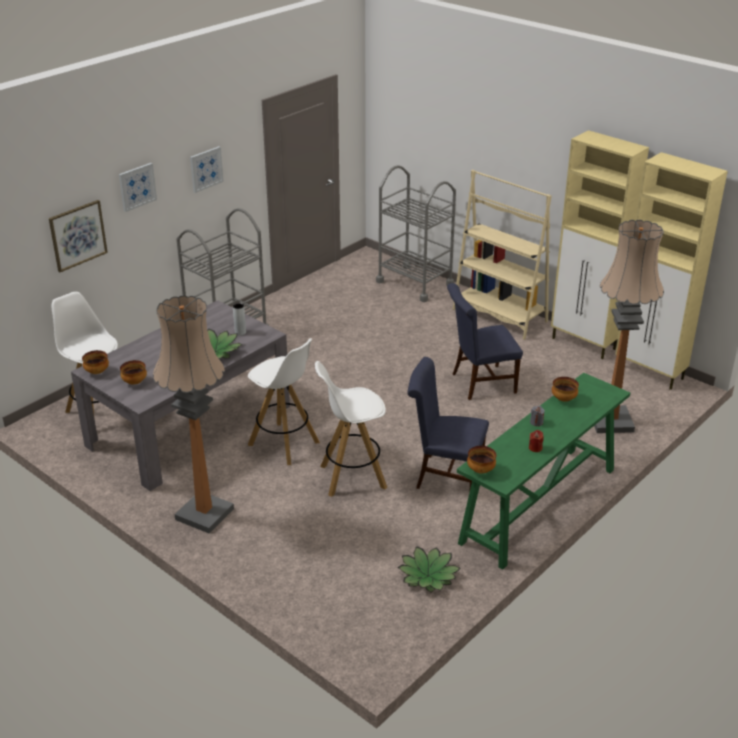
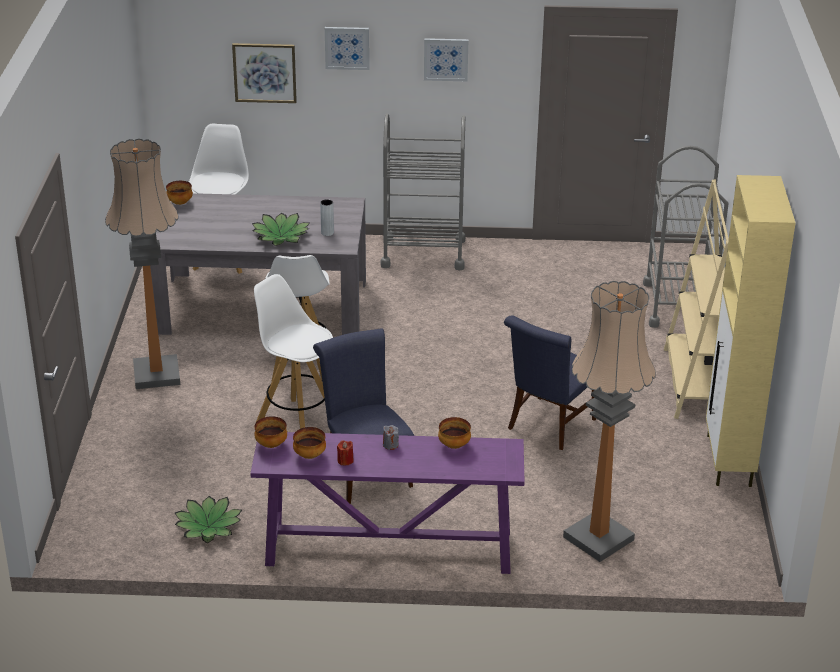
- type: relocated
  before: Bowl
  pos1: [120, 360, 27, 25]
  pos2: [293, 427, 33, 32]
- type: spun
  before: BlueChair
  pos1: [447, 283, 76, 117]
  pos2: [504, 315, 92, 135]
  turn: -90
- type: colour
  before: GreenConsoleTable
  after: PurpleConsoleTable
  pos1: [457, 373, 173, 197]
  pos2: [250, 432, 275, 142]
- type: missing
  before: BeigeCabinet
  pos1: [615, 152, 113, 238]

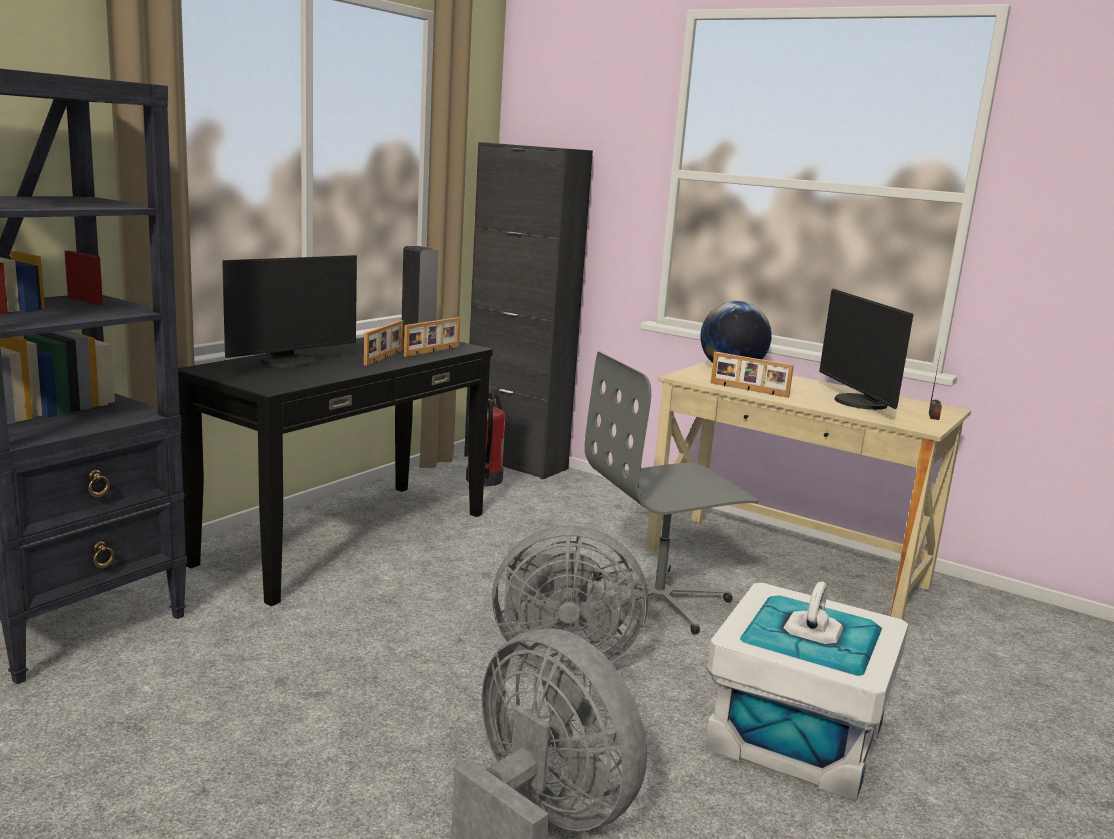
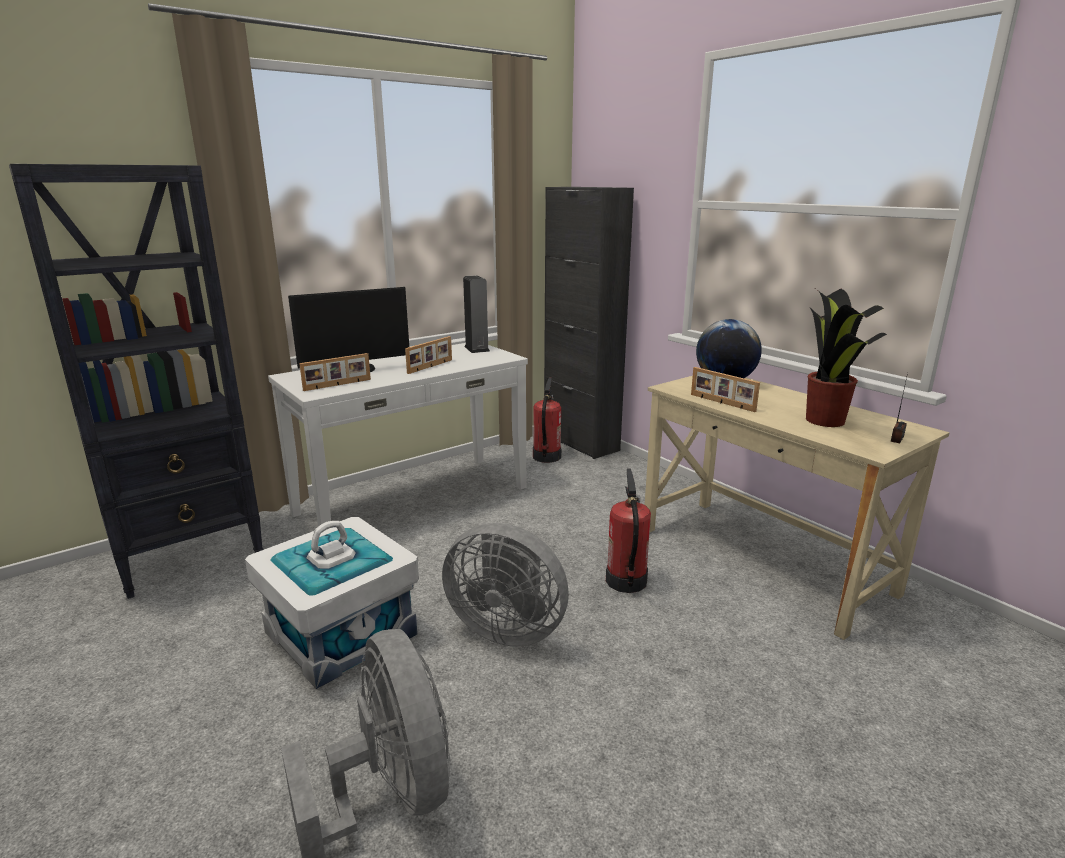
- type: colour
  before: BlackConsoleTable
  after: WhiteConsoleTable
  pos1: [178, 337, 315, 269]
  pos2: [268, 343, 260, 183]
- type: relocated
  before: PictureFrame
  pos1: [404, 317, 56, 40]
  pos2: [299, 353, 72, 38]
- type: exchanged
  before: GreyOfficeChair
  after: FireExtinguisher
  pos1: [584, 351, 174, 283]
  pos2: [606, 468, 45, 125]
- type: relocated
  before: WhiteStorageBox
  pos1: [705, 581, 204, 220]
  pos2: [245, 517, 174, 172]
- type: exchanged
  before: Monitor
  after: PottedPlant
  pos1: [819, 289, 94, 121]
  pos2: [806, 288, 81, 139]

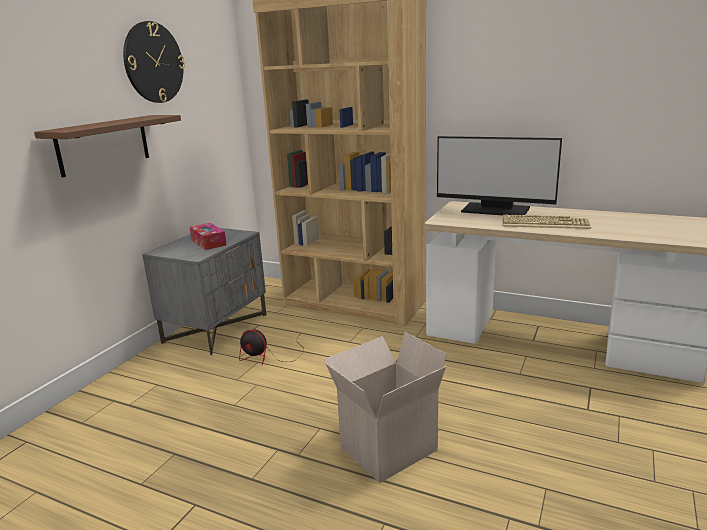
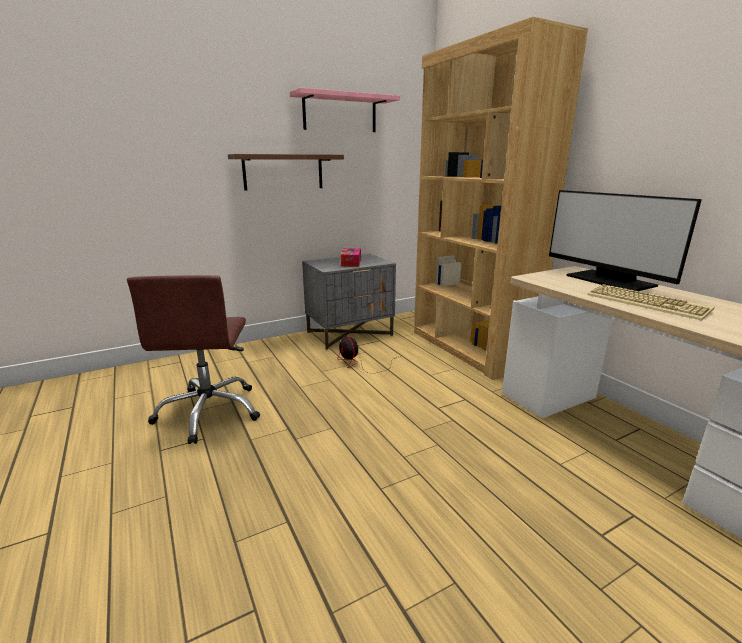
- type: exchanged
  before: WallClock
  after: PinkShelf
  pos1: [123, 21, 62, 82]
  pos2: [290, 87, 110, 45]
- type: missing
  before: CardboardBox
  pos1: [324, 332, 123, 151]
- type: appeared
  after: BrownOfficeChair
  pos2: [127, 275, 133, 169]

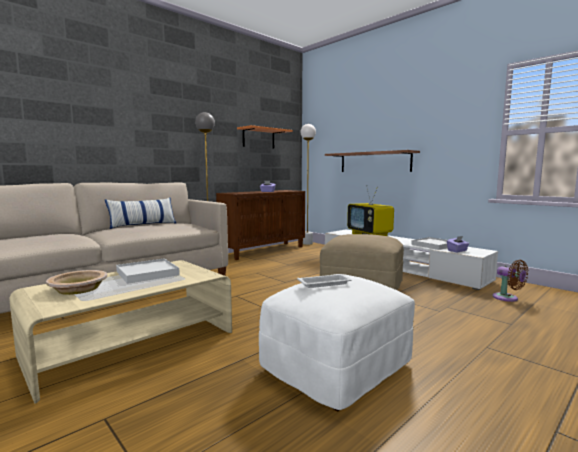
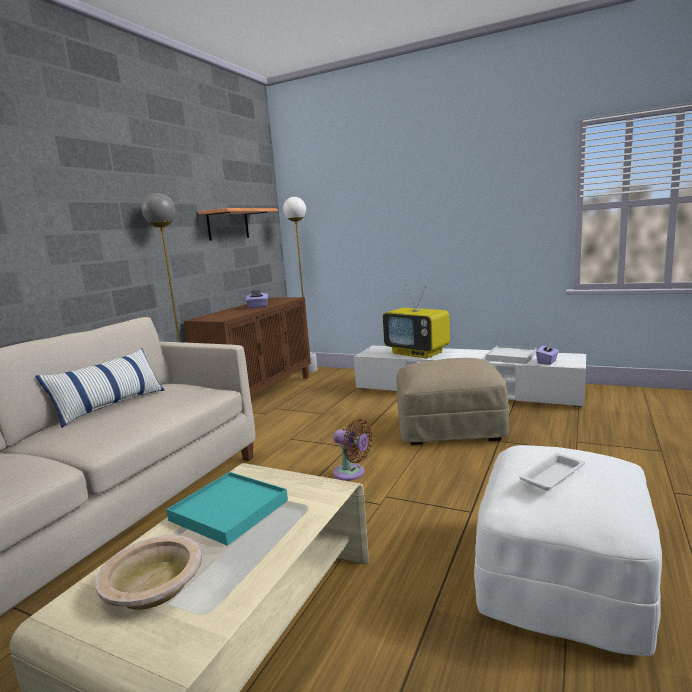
- type: colour
  before: WhiteTray
  after: TurquoiseTray
  pos1: [116, 258, 64, 26]
  pos2: [166, 472, 122, 74]
- type: missing
  before: Shelf
  pos1: [325, 150, 95, 22]
- type: relocated
  before: BrownFan
  pos1: [493, 260, 35, 42]
  pos2: [333, 419, 40, 62]

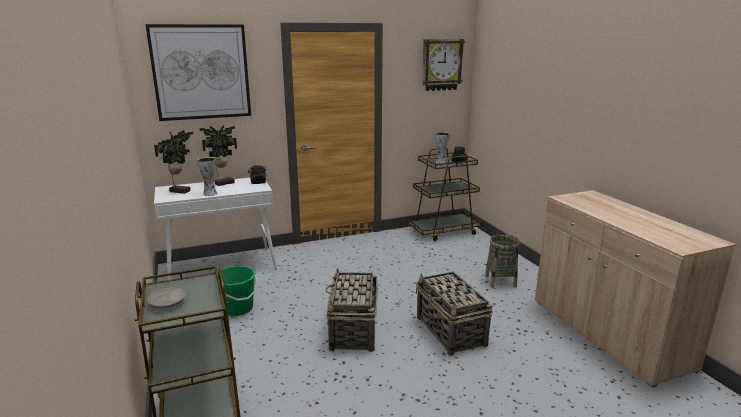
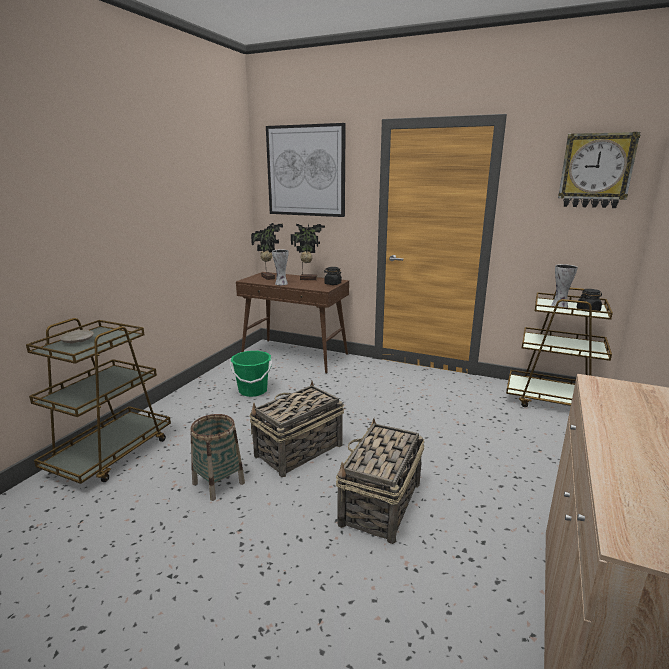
- type: colour
  before: WhiteConsoleTable
  after: BrownConsoleTable
  pos1: [154, 178, 123, 102]
  pos2: [236, 272, 113, 102]
- type: relocated
  before: Basket
  pos1: [485, 234, 35, 54]
  pos2: [190, 414, 55, 87]

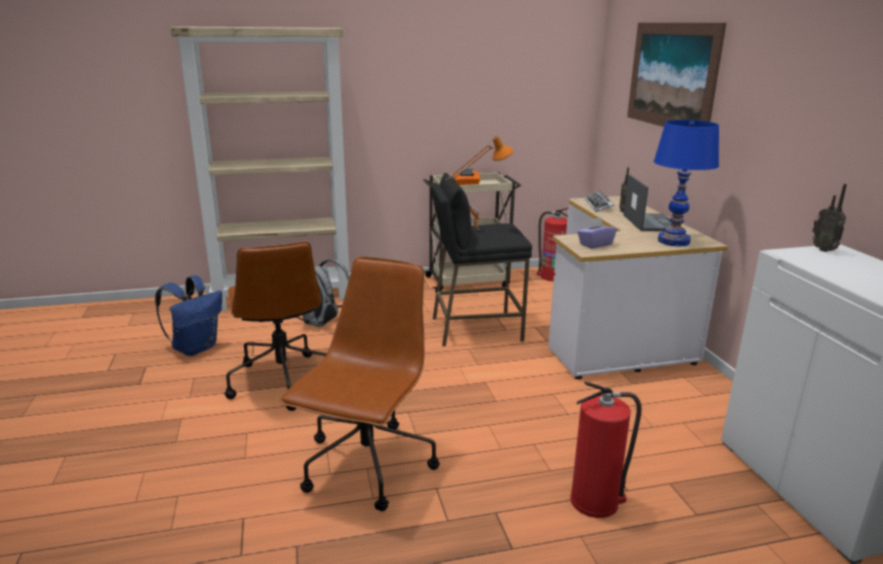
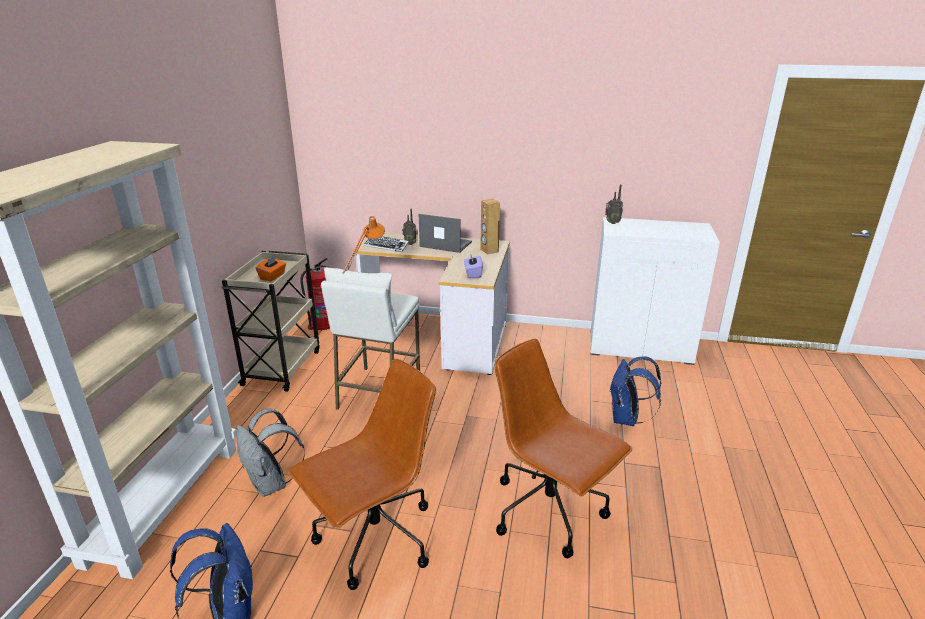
- type: spun
  before: BrownOfficeChair
  pos1: [224, 241, 103, 170]
  pos2: [289, 359, 147, 231]
  turn: -45
- type: colour
  before: BlackStool
  after: WhiteStool
  pos1: [431, 173, 101, 173]
  pos2: [321, 267, 99, 142]
- type: exchanged
  before: FireExtinguisher
  after: BlueBackpack
  pos1: [570, 382, 72, 136]
  pos2: [609, 356, 52, 70]
- type: missing
  before: Picture
  pos1: [627, 23, 99, 104]
- type: exchanged
  before: BlueTableLamp
  after: BrownSpeaker
  pos1: [654, 120, 65, 126]
  pos2: [480, 199, 20, 55]

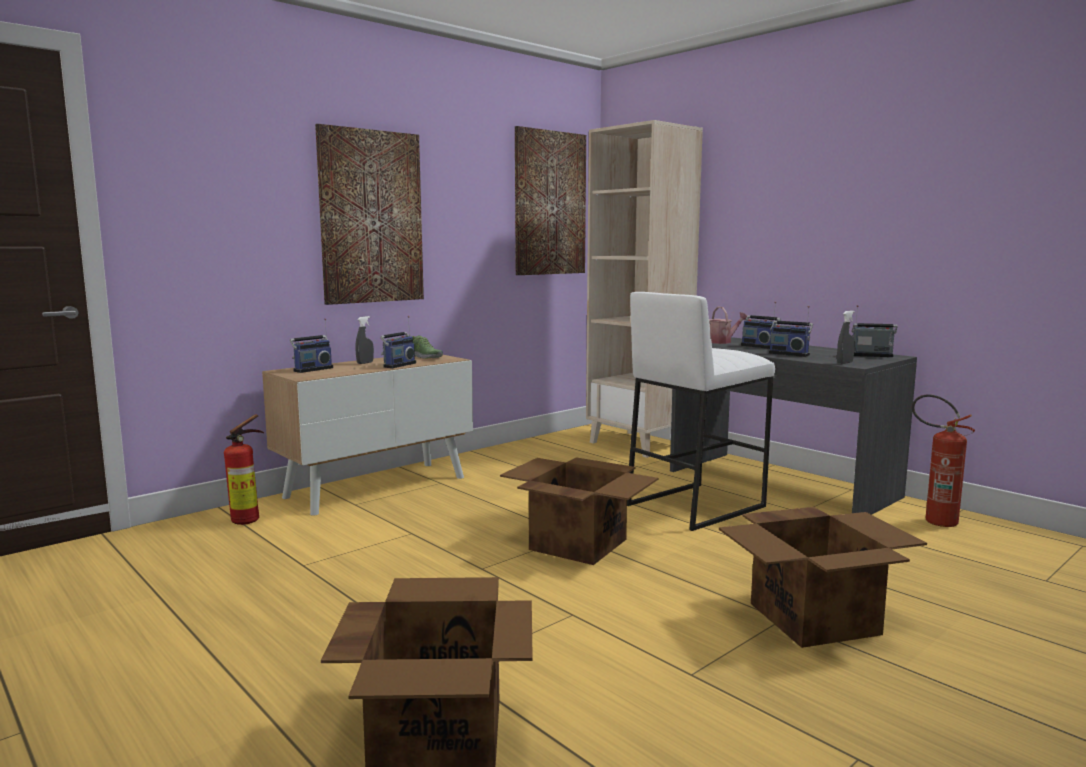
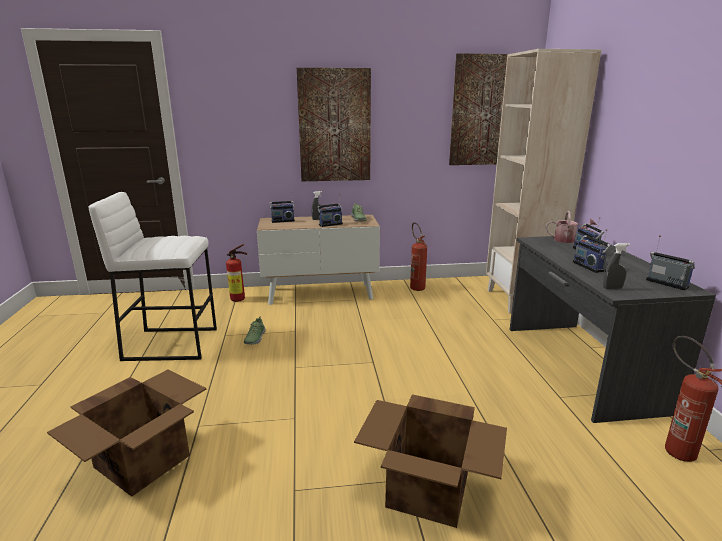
- type: missing
  before: CardboardBox
  pos1: [500, 457, 158, 108]
- type: relocated
  before: WhiteStool
  pos1: [627, 292, 148, 239]
  pos2: [88, 192, 129, 169]
- type: appeared
  after: Shoe
  pos2: [244, 316, 22, 29]
- type: appeared
  after: FireExtinguisher
  pos2: [410, 222, 17, 69]

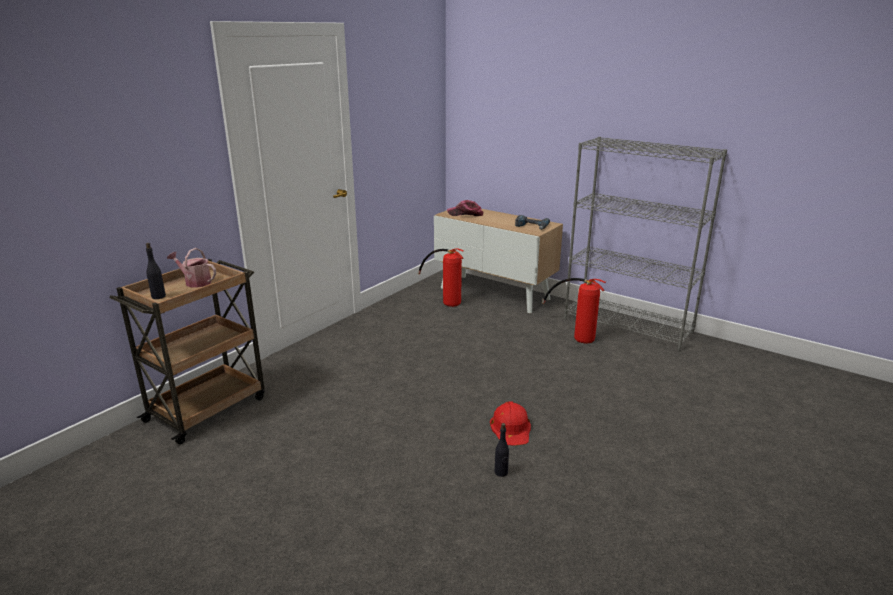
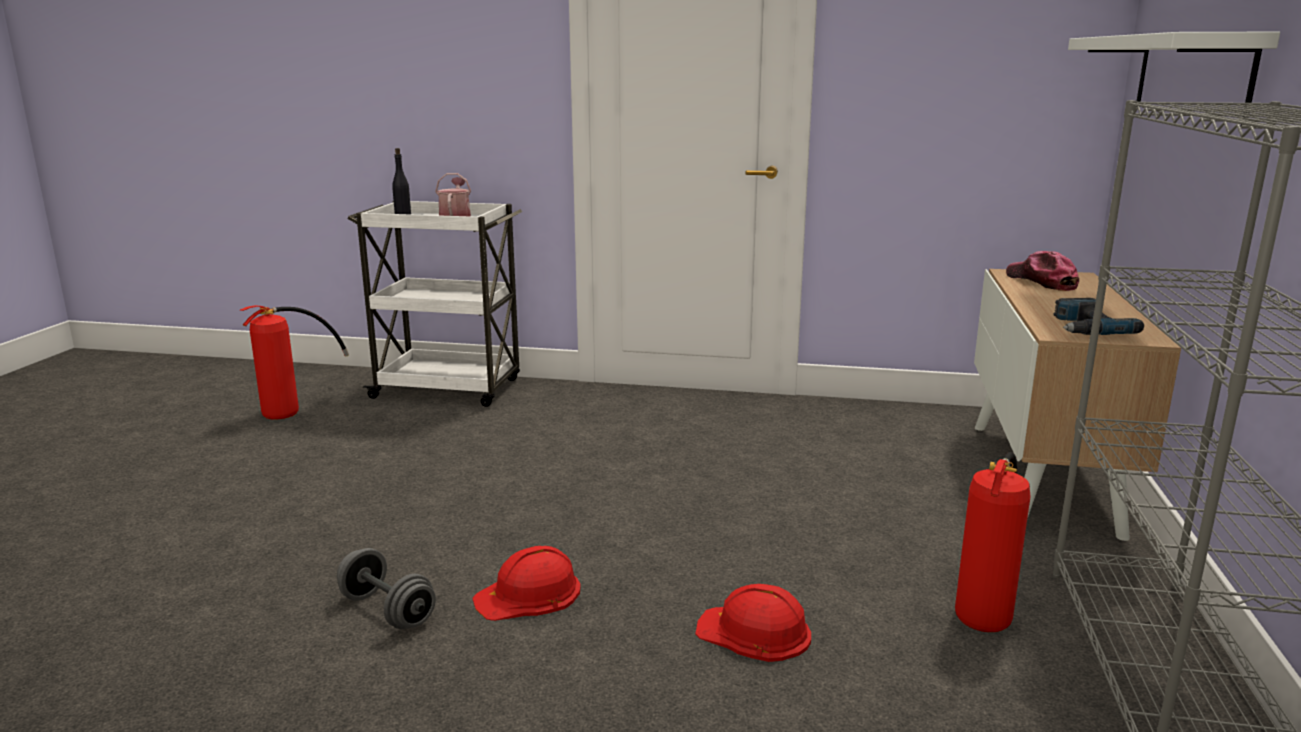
- type: colour
  before: BrownCart
  after: WhiteCart
  pos1: [109, 259, 156, 185]
  pos2: [347, 201, 175, 206]
- type: relocated
  before: FireExtinguisher
  pos1: [418, 248, 45, 59]
  pos2: [240, 305, 109, 115]
- type: exchanged
  before: BlackBottle
  after: GreyDumbbell
  pos1: [495, 423, 14, 54]
  pos2: [337, 548, 99, 81]
- type: appeared
  after: RedHardHat
  pos2: [695, 584, 116, 78]
- type: appeared
  after: WhiteShelf
  pos2: [1068, 32, 212, 95]

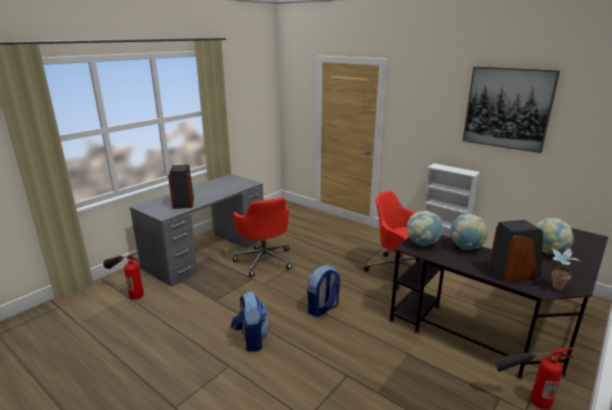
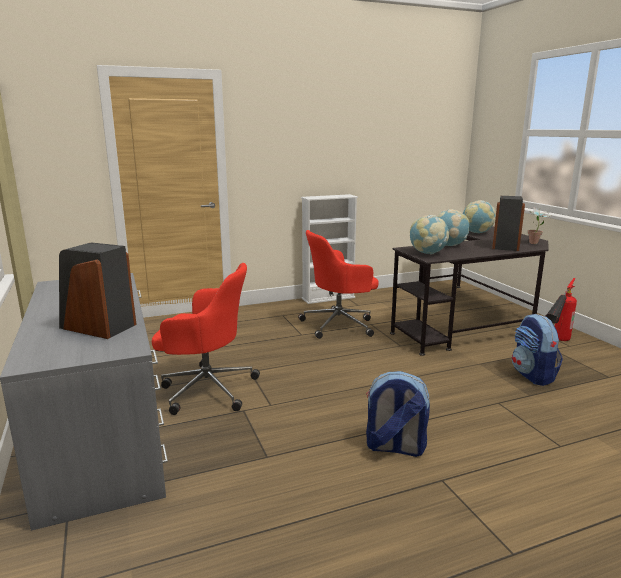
- type: missing
  before: FireExtinguisher
  pos1: [103, 253, 41, 47]
- type: relocated
  before: Backpack
  pos1: [307, 265, 34, 52]
  pos2: [512, 314, 51, 72]
- type: missing
  before: Picture
  pos1: [463, 66, 97, 87]

